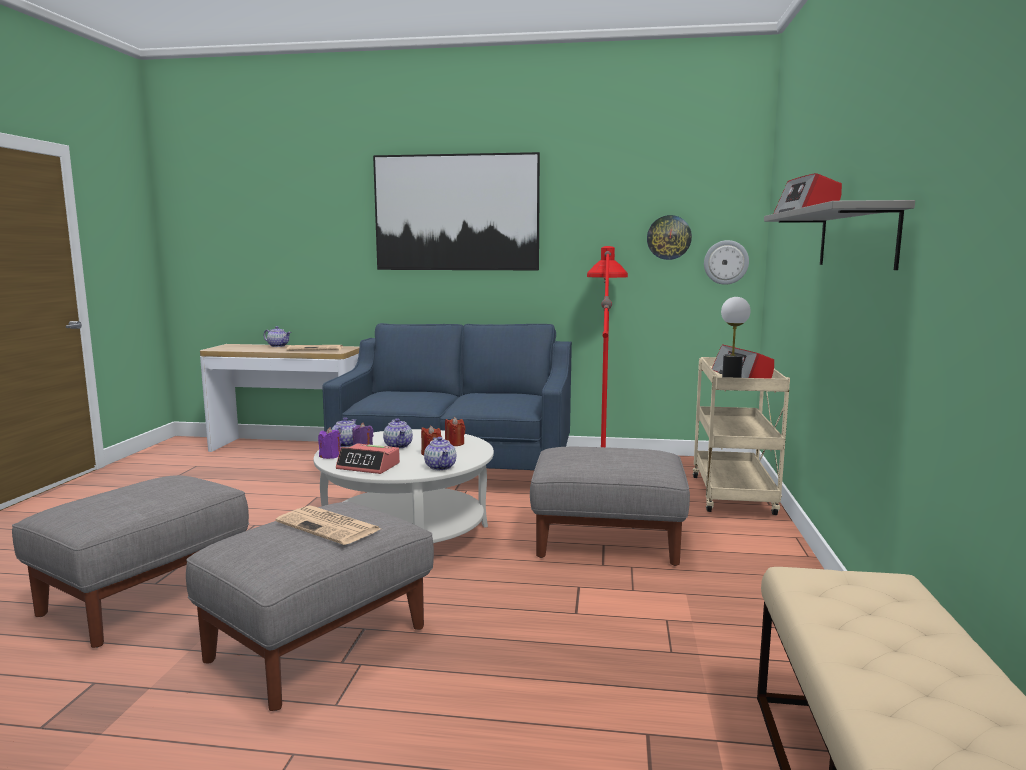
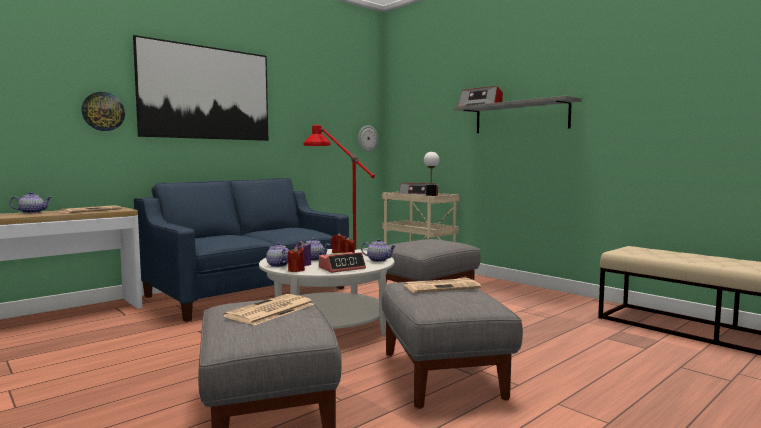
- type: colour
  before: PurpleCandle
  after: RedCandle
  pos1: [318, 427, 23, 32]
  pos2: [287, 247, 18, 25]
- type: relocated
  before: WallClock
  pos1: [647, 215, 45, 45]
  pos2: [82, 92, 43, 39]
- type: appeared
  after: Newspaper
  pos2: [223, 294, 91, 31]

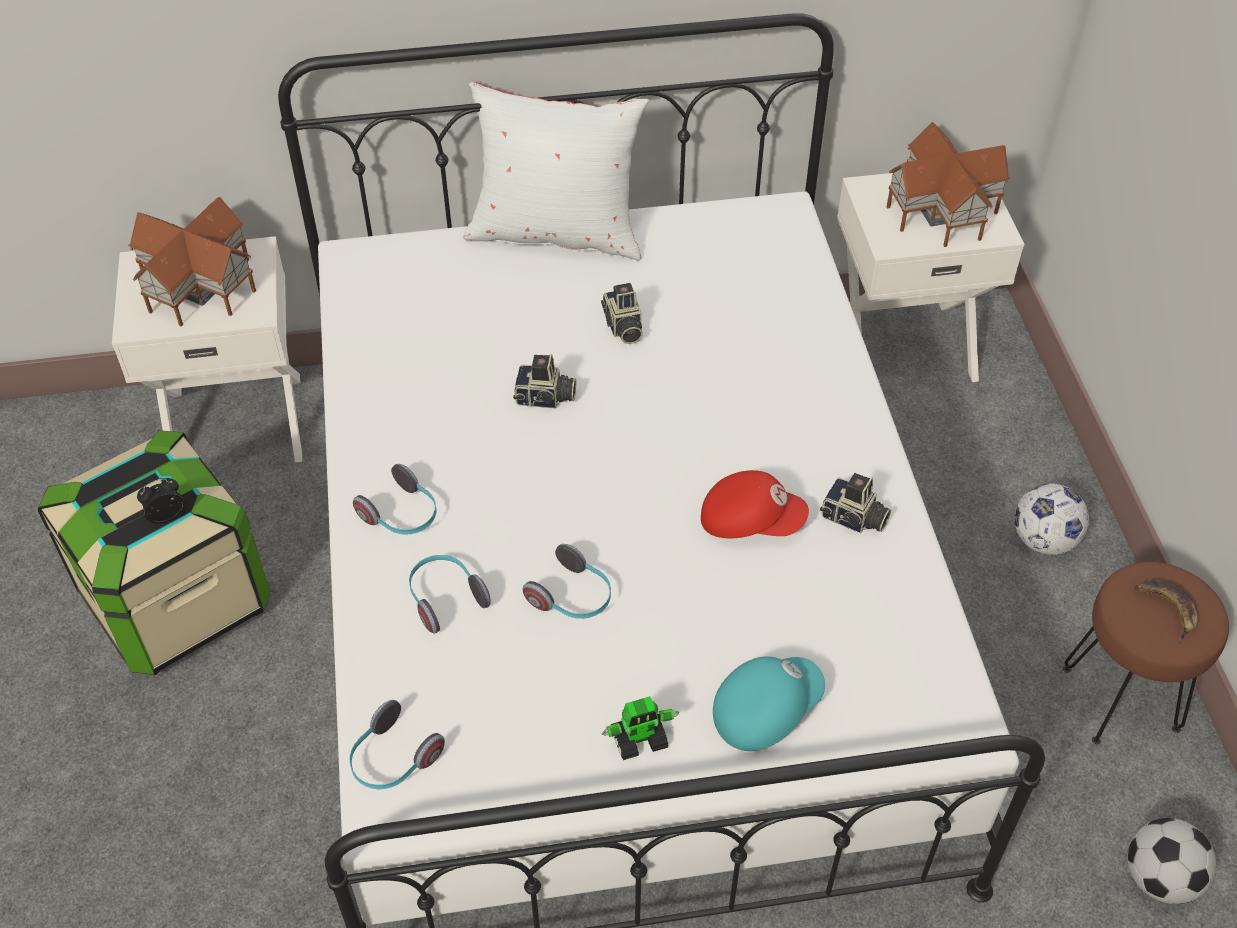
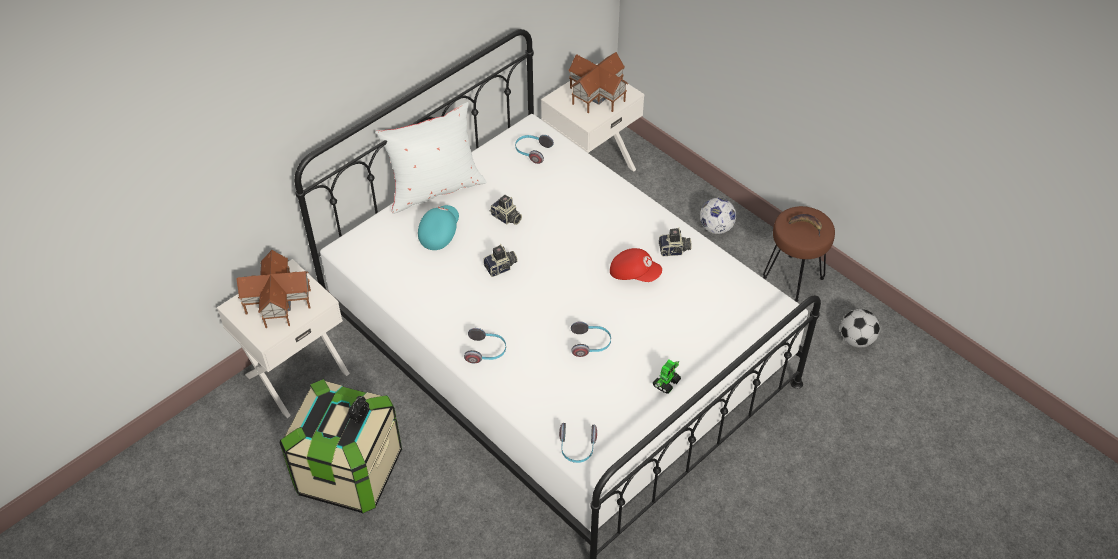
- type: relocated
  before: Headphones
  pos1: [409, 555, 82, 79]
  pos2: [515, 135, 39, 29]
- type: spun
  before: RedCap
  pos1: [701, 470, 108, 68]
  pos2: [610, 248, 52, 34]
  turn: 45
- type: relocated
  before: TurquoiseCap
  pos1: [713, 656, 112, 95]
  pos2: [418, 205, 41, 45]

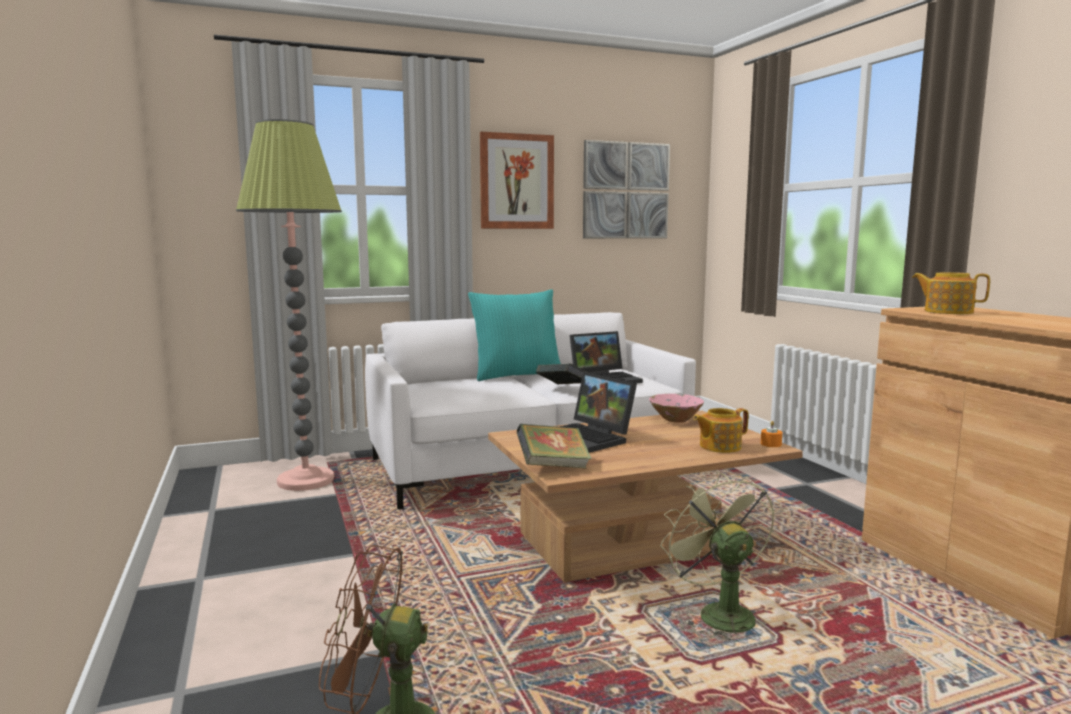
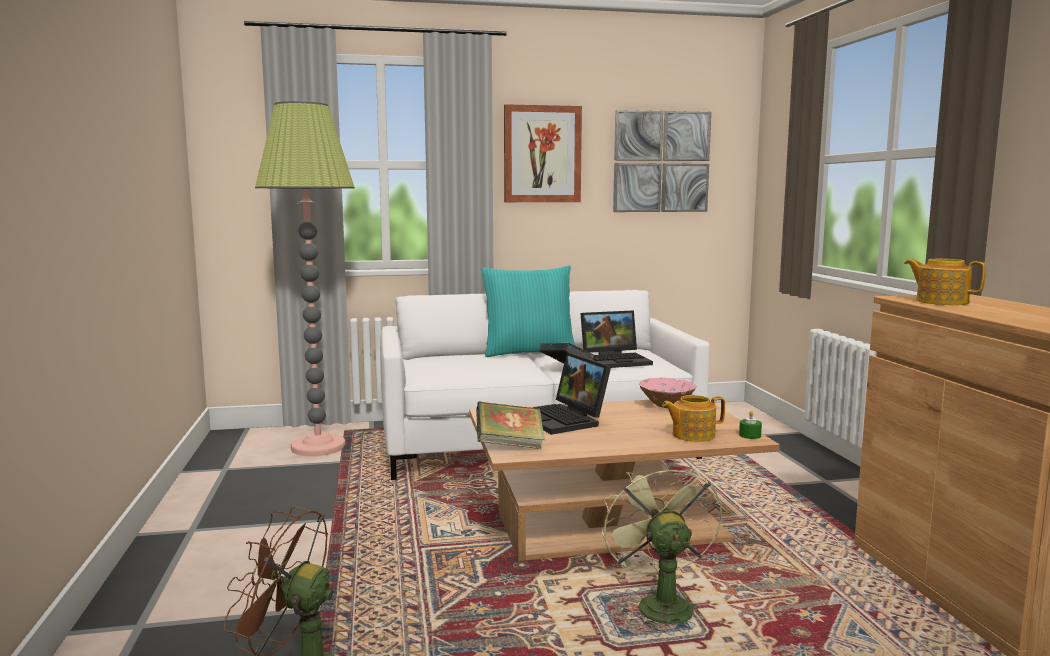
- type: colour
  before: OrangeCandle
  after: GreenCandle
  pos1: [761, 421, 22, 26]
  pos2: [739, 411, 23, 28]

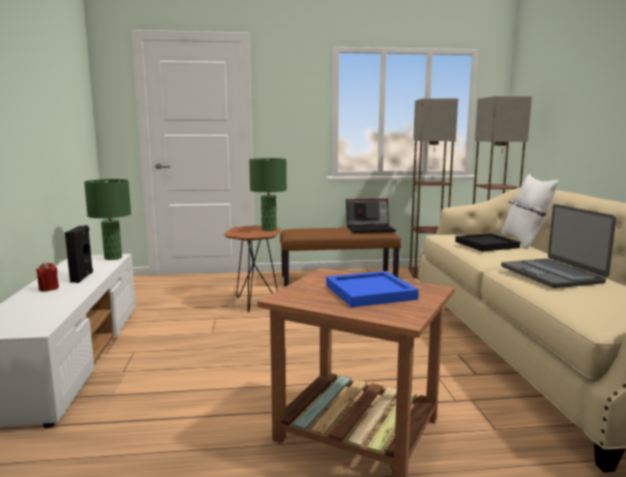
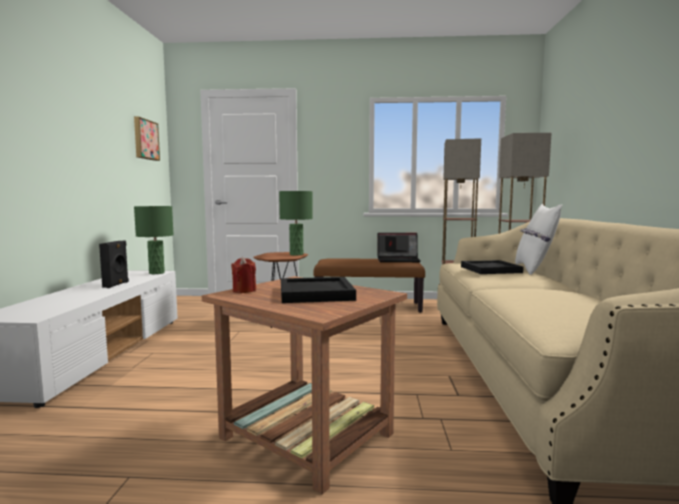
- type: relocated
  before: RedCandle
  pos1: [36, 263, 23, 28]
  pos2: [231, 257, 25, 36]
- type: colour
  before: BlueTray
  after: BlackTray
  pos1: [326, 271, 93, 36]
  pos2: [281, 277, 75, 26]
- type: missing
  before: Laptop
  pos1: [501, 204, 115, 84]
- type: appeared
  after: Picture
  pos2: [134, 117, 26, 44]

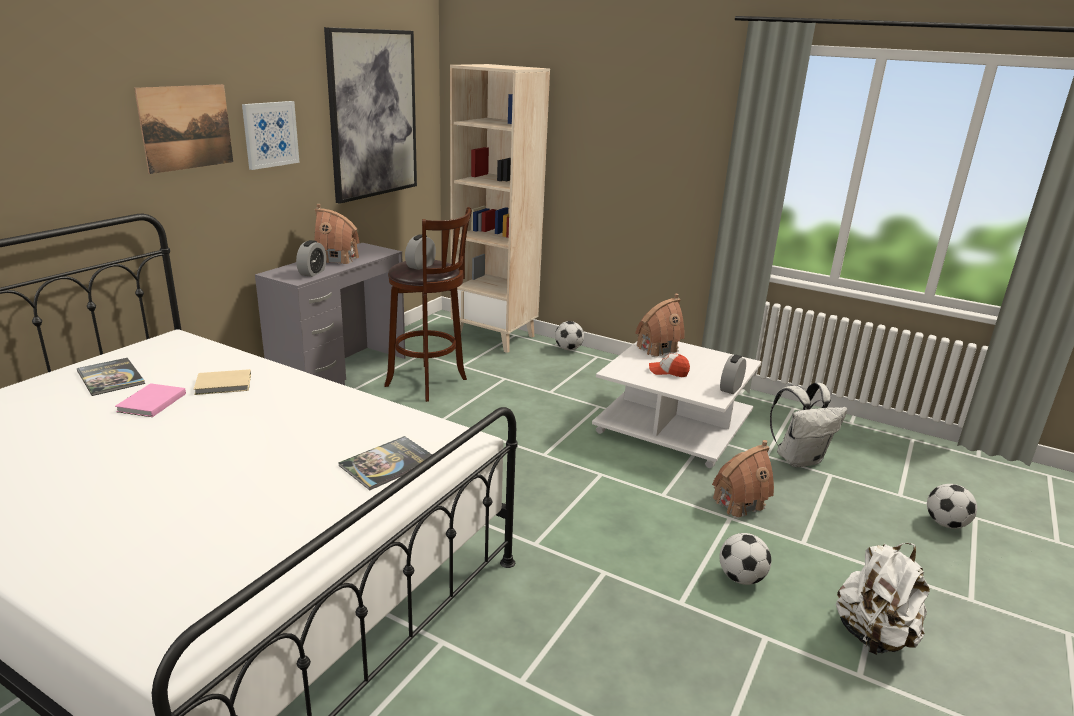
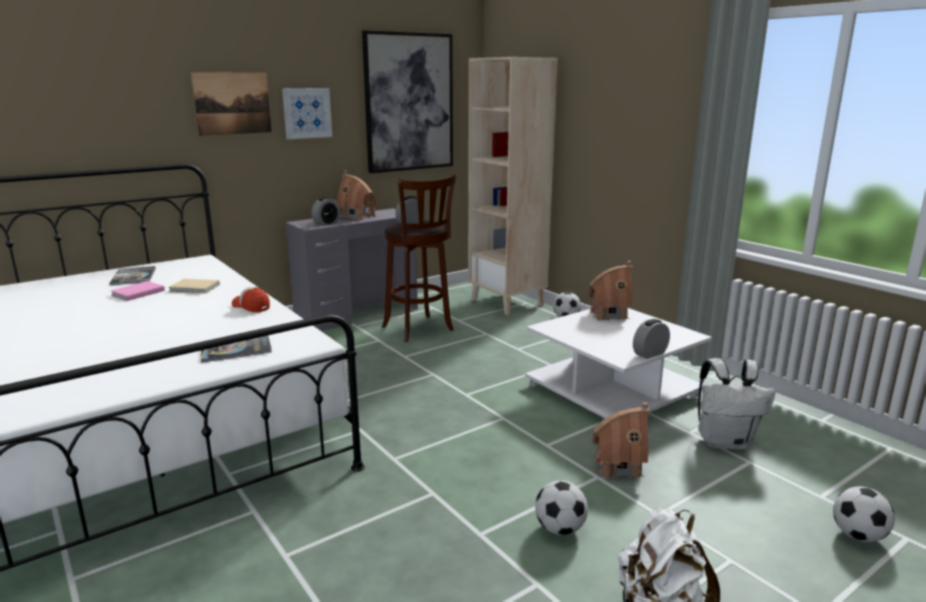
- type: relocated
  before: Cap
  pos1: [649, 353, 41, 24]
  pos2: [232, 287, 38, 25]

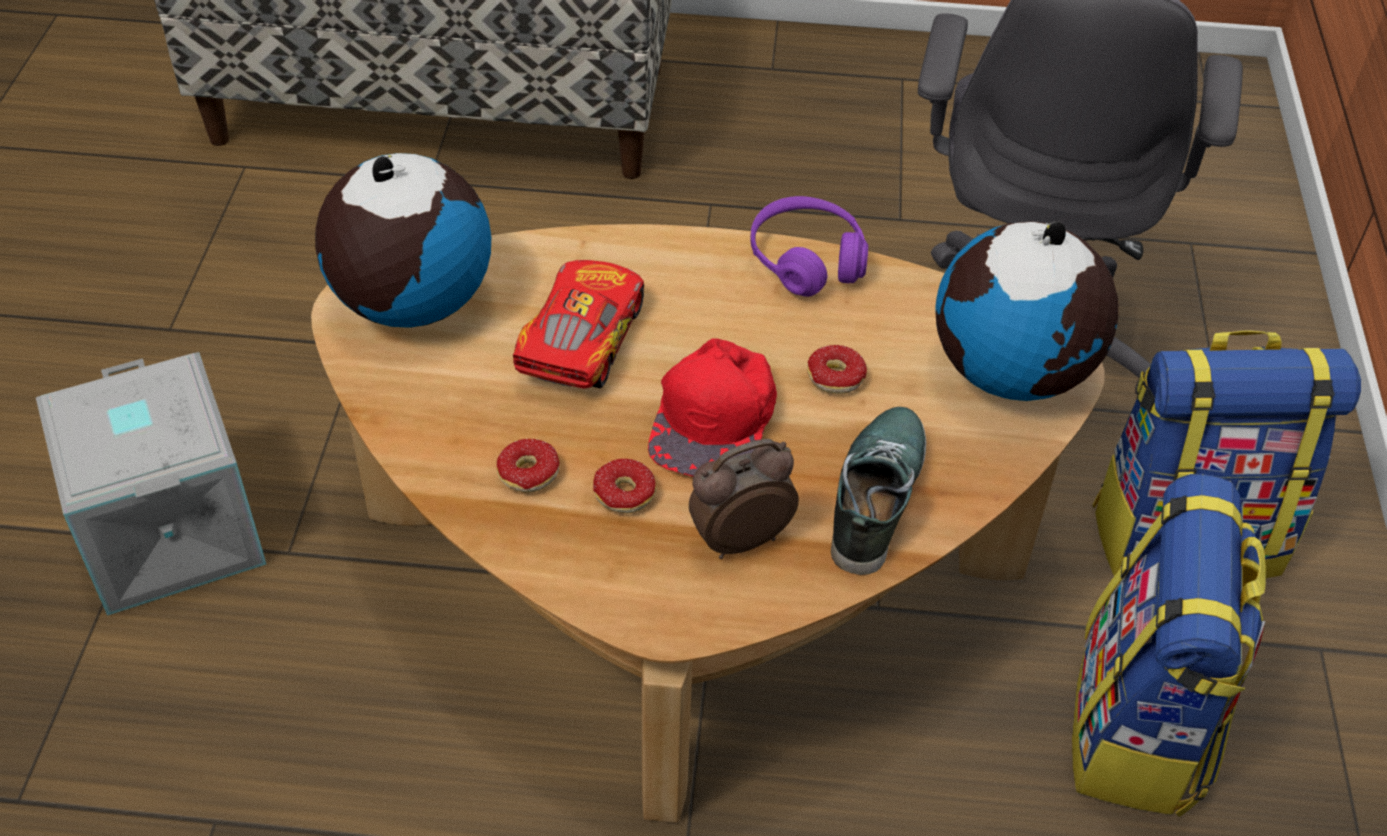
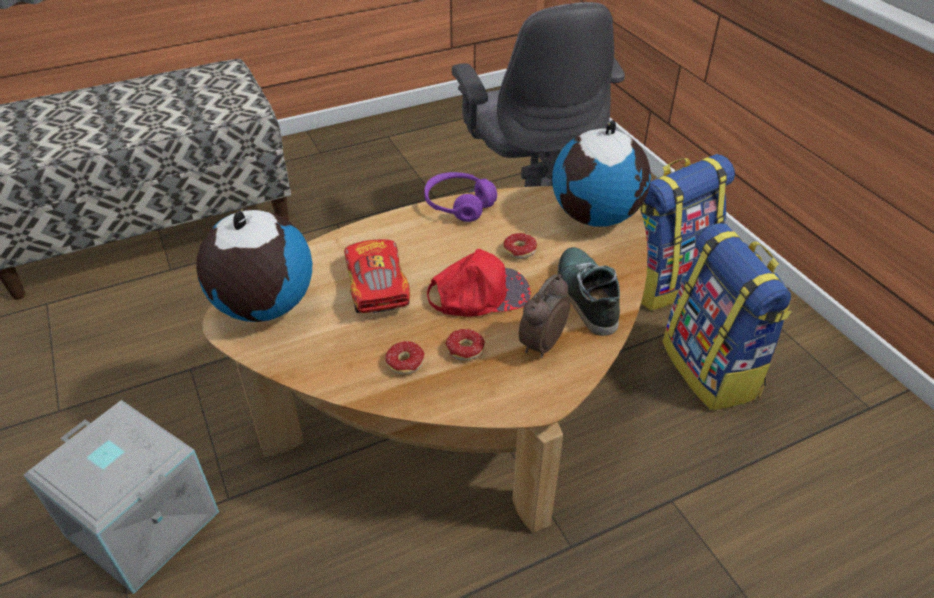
- type: spun
  before: RedCap
  pos1: [648, 338, 129, 139]
  pos2: [427, 249, 104, 68]
  turn: -90

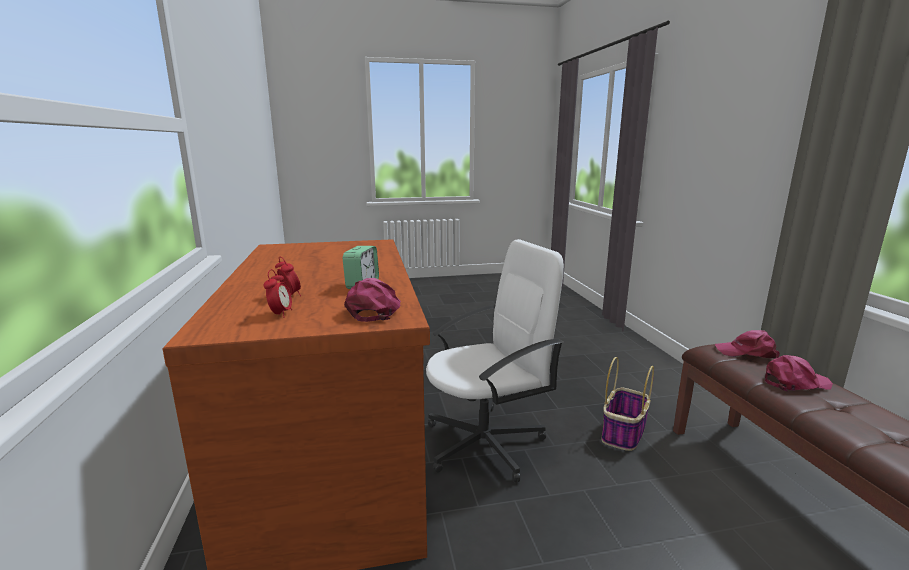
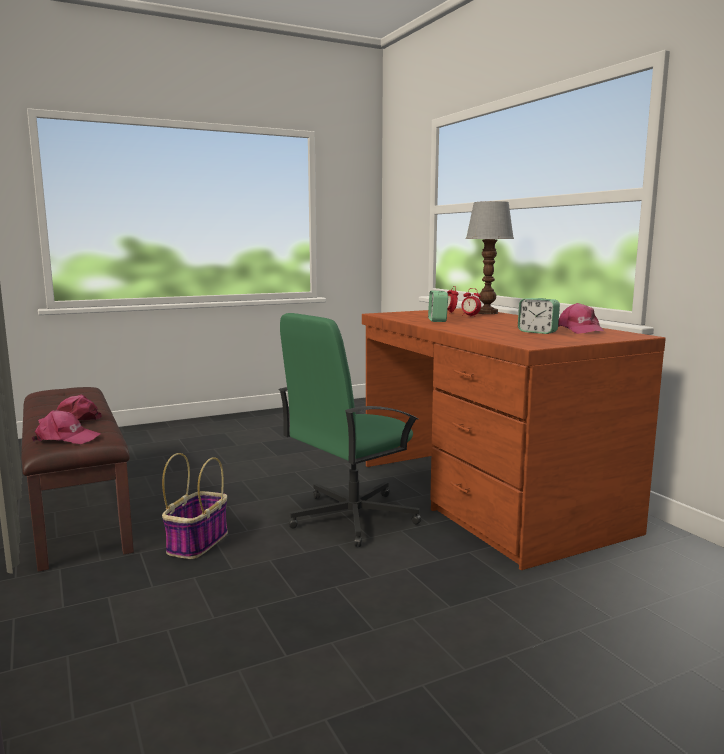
- type: relocated
  before: PinkCap
  pos1: [344, 278, 57, 44]
  pos2: [558, 303, 47, 31]
- type: colour
  before: WhiteOfficeChair
  after: GreenOfficeChair
  pos1: [426, 239, 138, 243]
  pos2: [279, 313, 142, 234]
- type: appeared
  after: TableLamp
  pos2: [466, 201, 48, 113]
- type: appeared
  after: AlarmClock
  pos2: [518, 298, 42, 36]

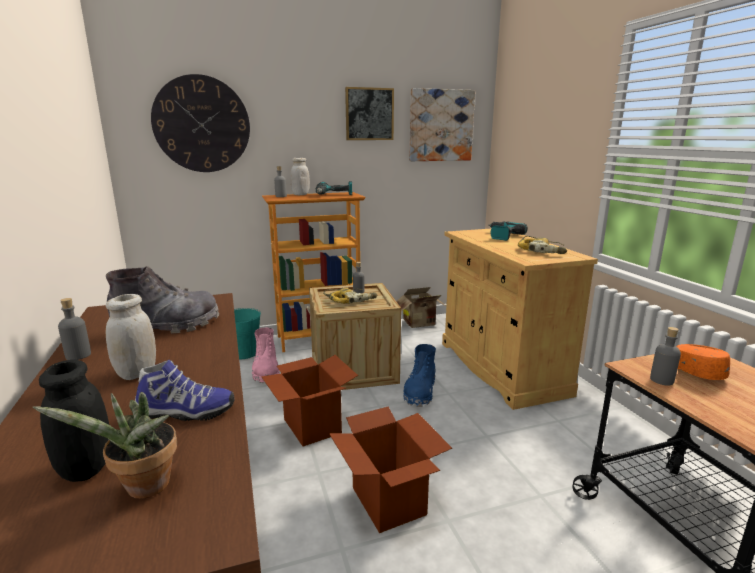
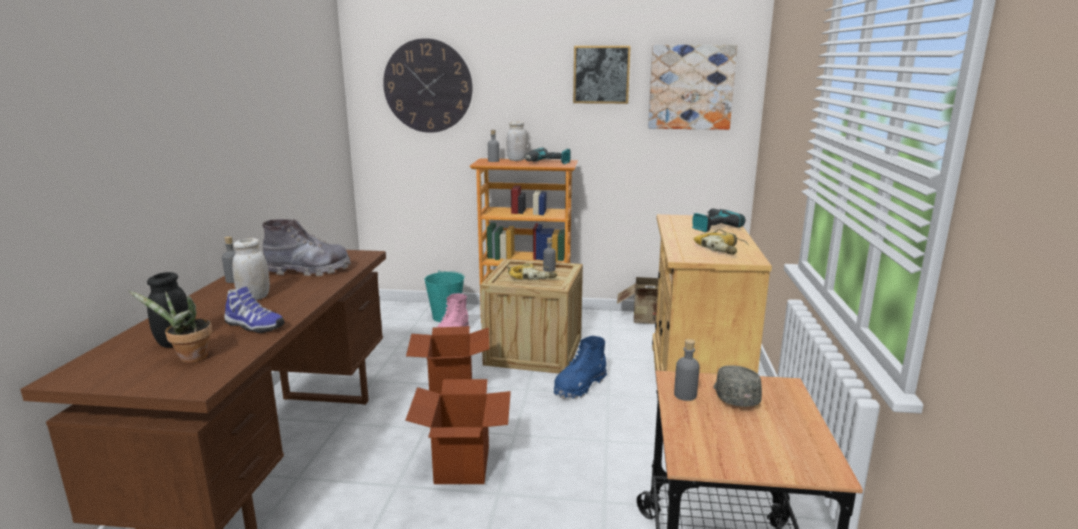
- type: colour
  before: OrangeCap
  after: GreyCap
  pos1: [676, 344, 54, 36]
  pos2: [714, 365, 48, 42]

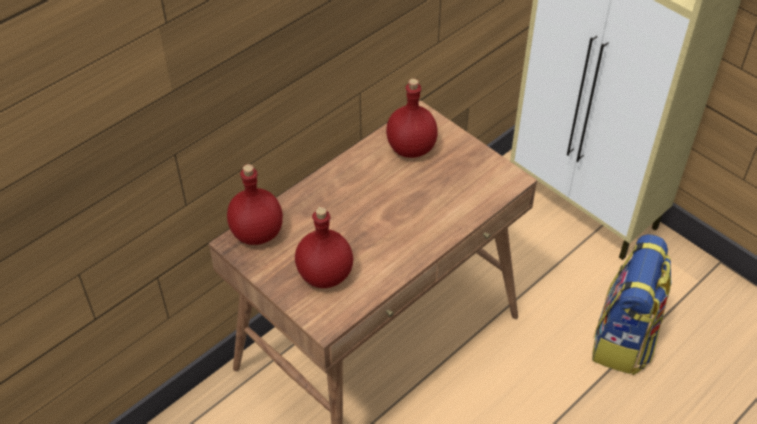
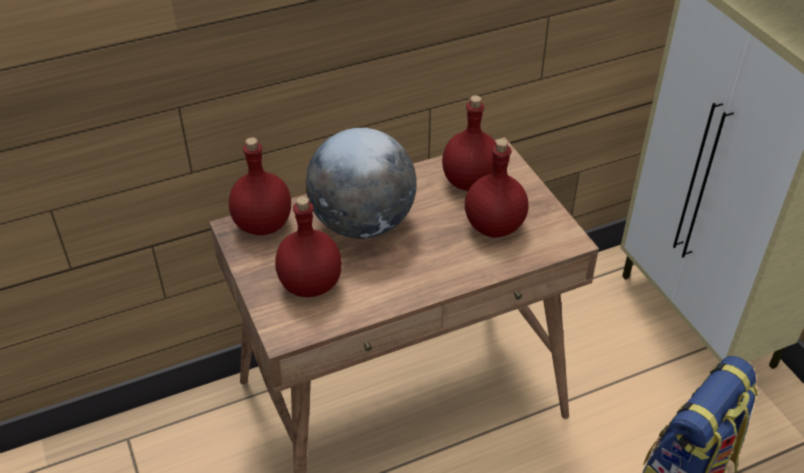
- type: appeared
  after: Globe
  pos2: [306, 128, 111, 111]
- type: appeared
  after: RedBottle
  pos2: [465, 139, 63, 99]

